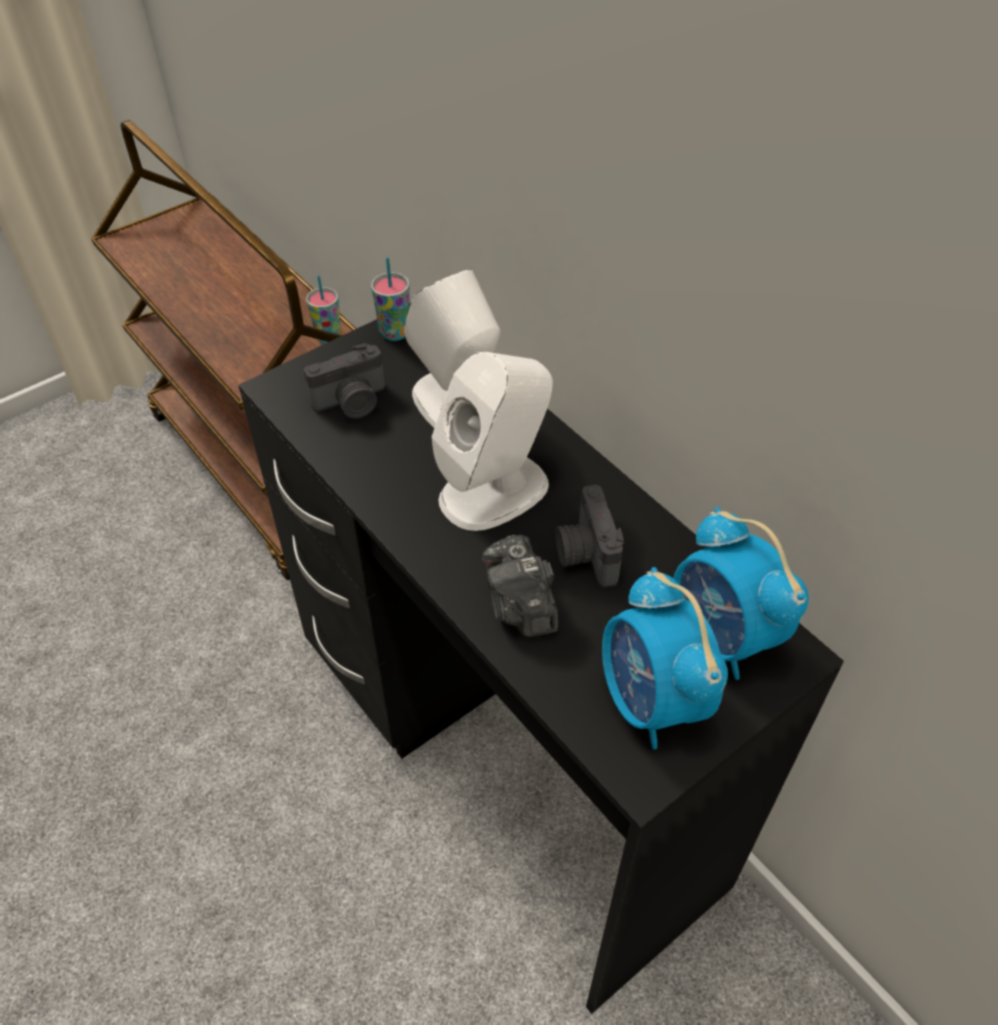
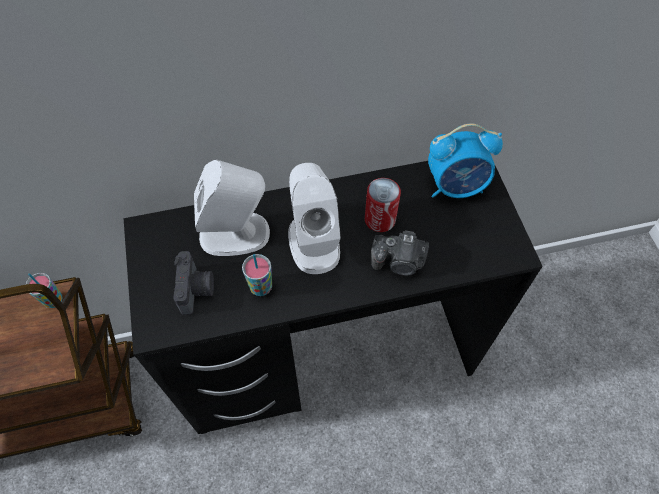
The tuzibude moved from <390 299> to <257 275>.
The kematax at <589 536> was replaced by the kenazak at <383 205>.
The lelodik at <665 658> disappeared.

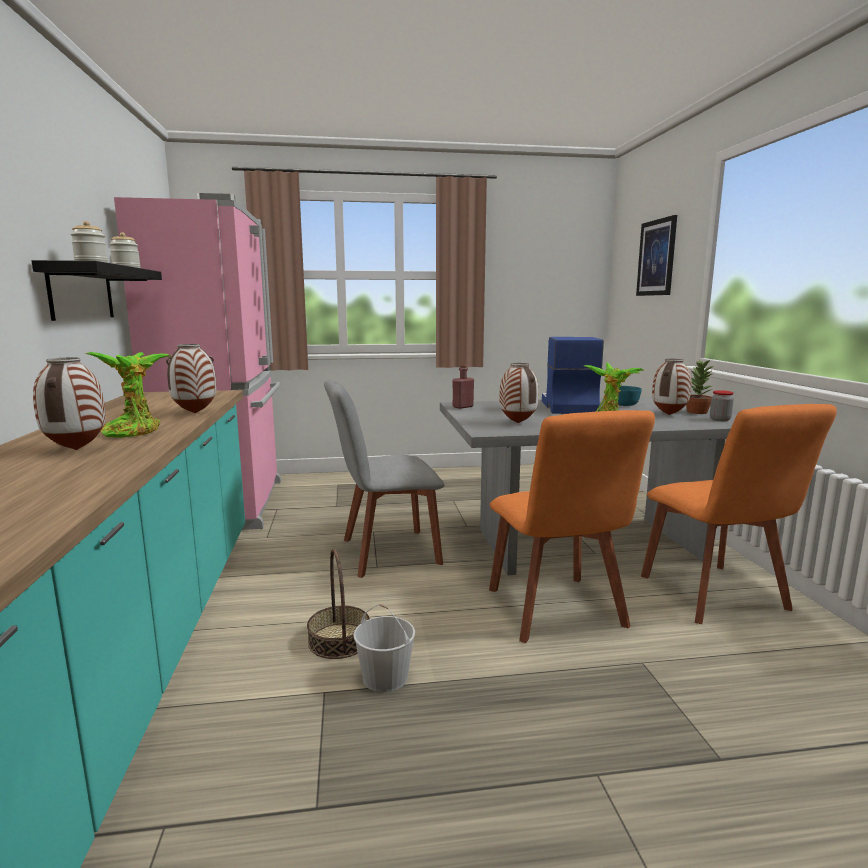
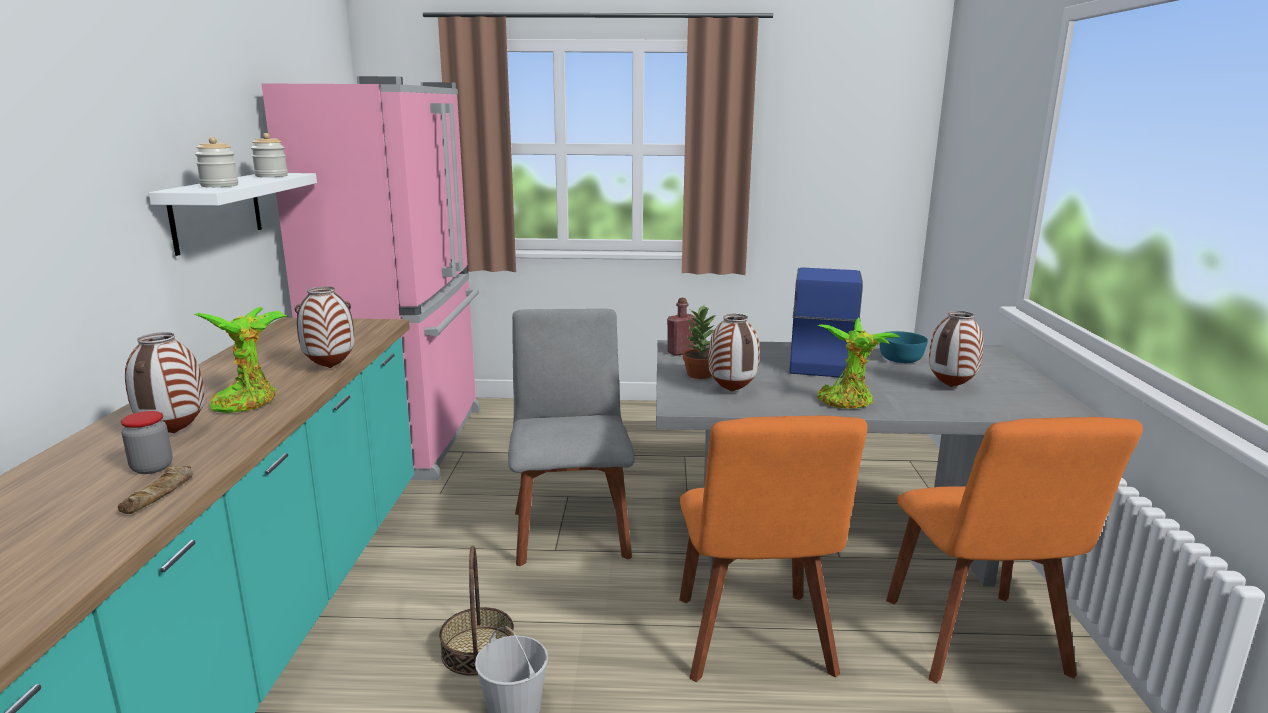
The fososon at <155 490> appeared.
The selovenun moved from <722 405> to <146 442>.
The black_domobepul at <97 290> became the white_domobepul at <233 214>.
The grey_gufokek at <384 479> turned 90 degrees clockwise.
The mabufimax moved from <699 387> to <699 342>.
The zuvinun at <656 255> disappeared.

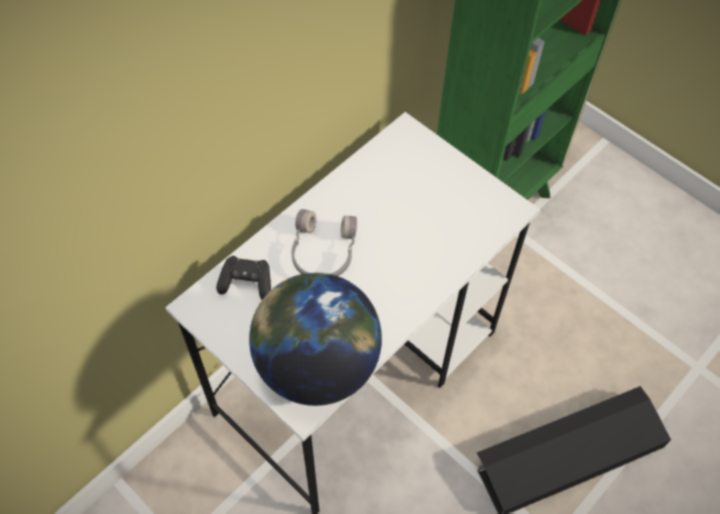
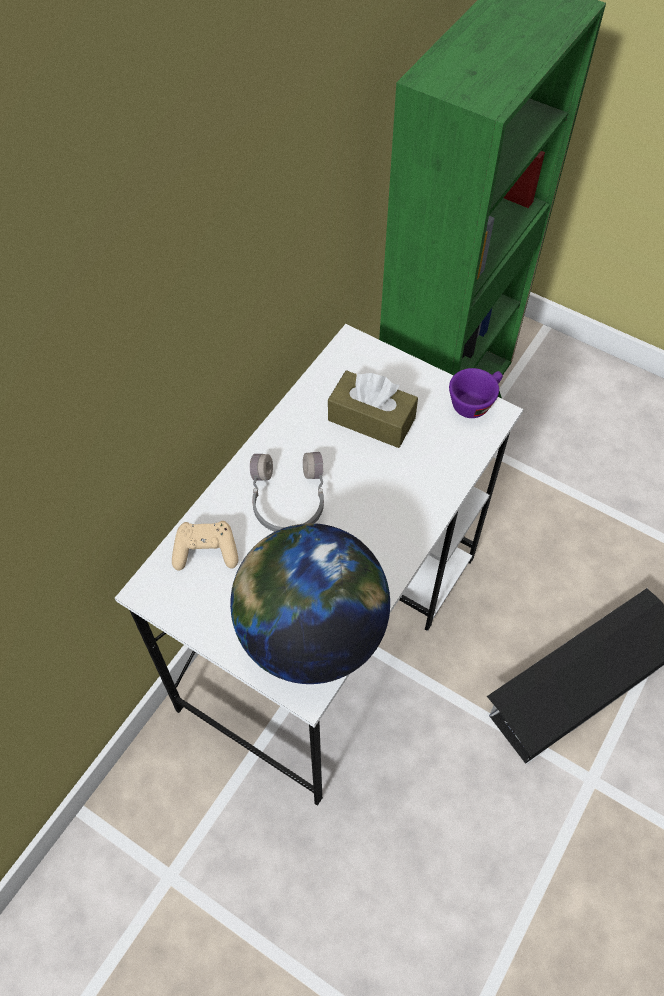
The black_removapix at <243 277> became the beige_removapix at <205 546>.
The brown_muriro at <373 409> appeared.
The purple_tuzibude at <476 393> appeared.

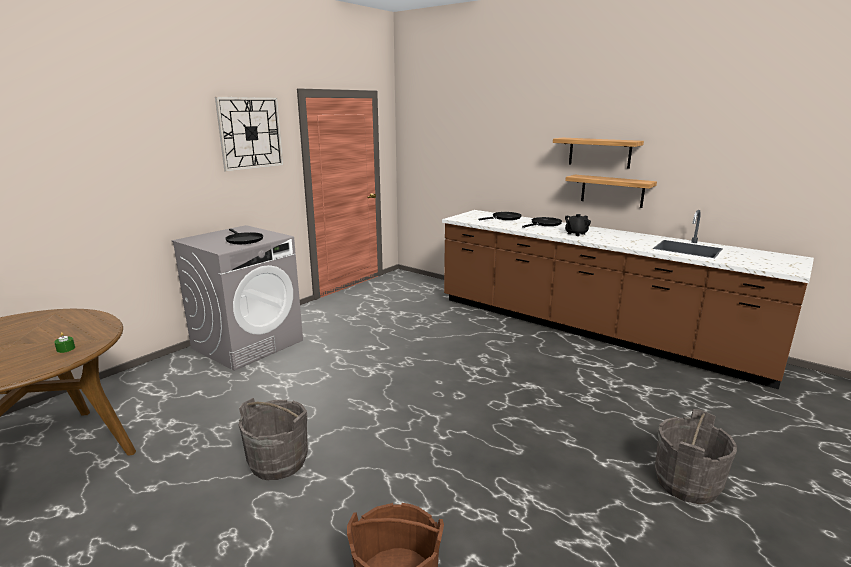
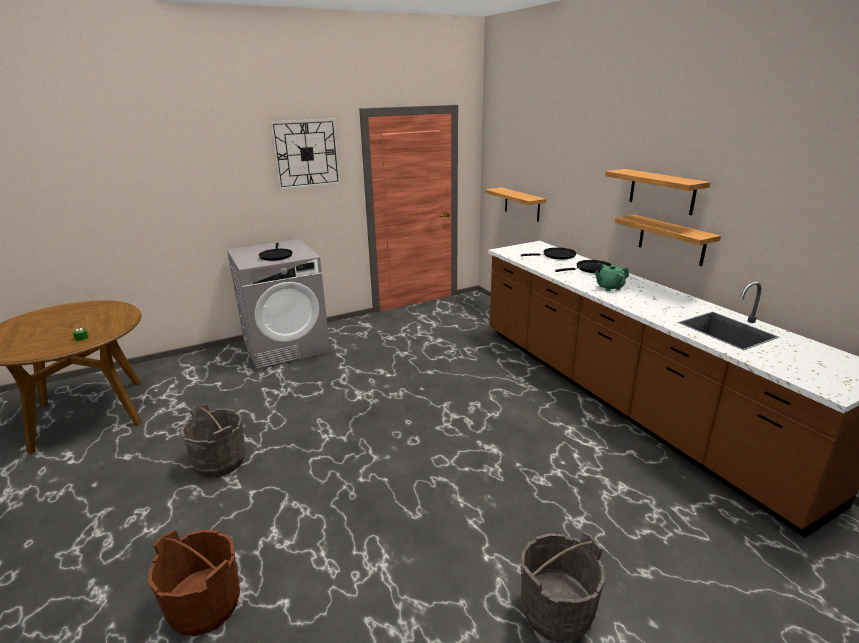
The domobepul at <515 204> appeared.
The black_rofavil at <578 225> became the green_rofavil at <612 278>.

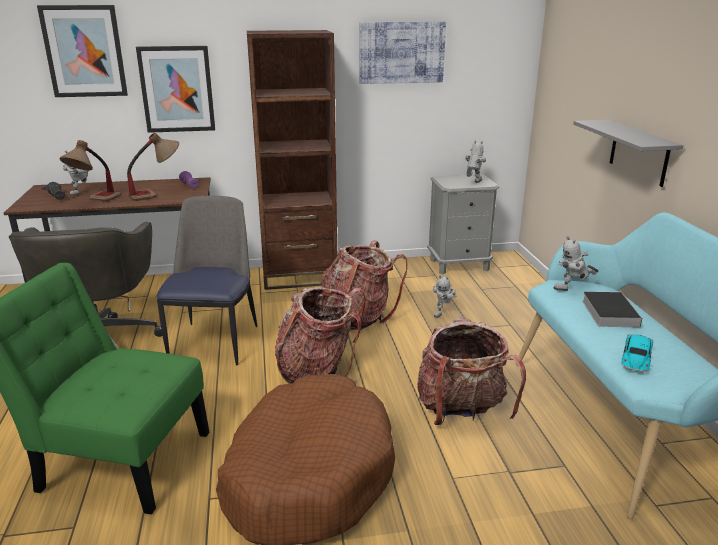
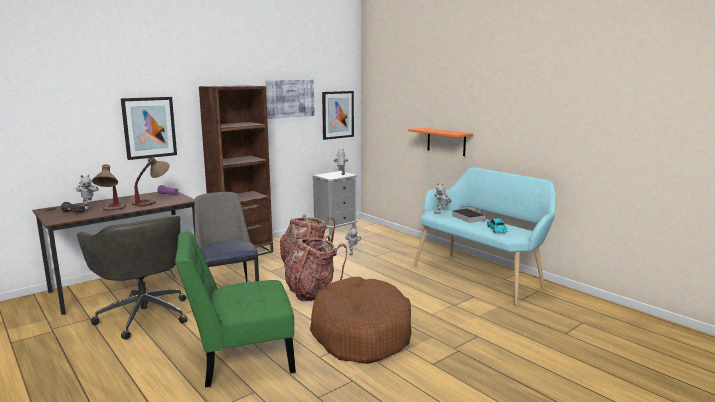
The zuvinun moved from <82 51> to <338 115>.
The grey_domobepul at <628 153> became the orange_domobepul at <440 142>.
The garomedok at <471 371> disappeared.

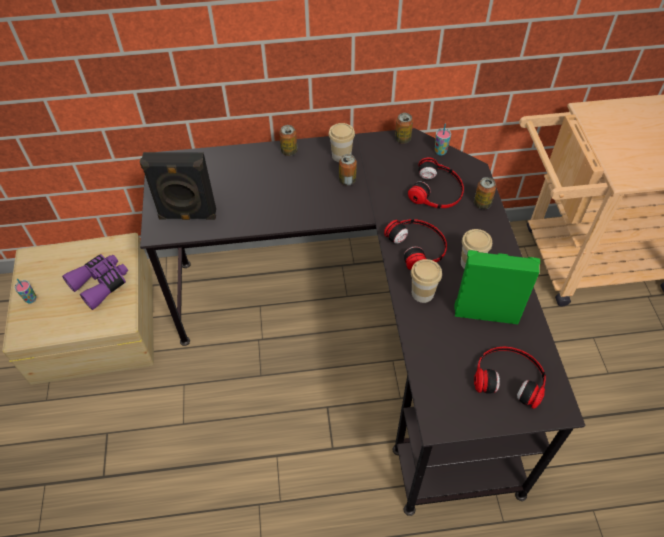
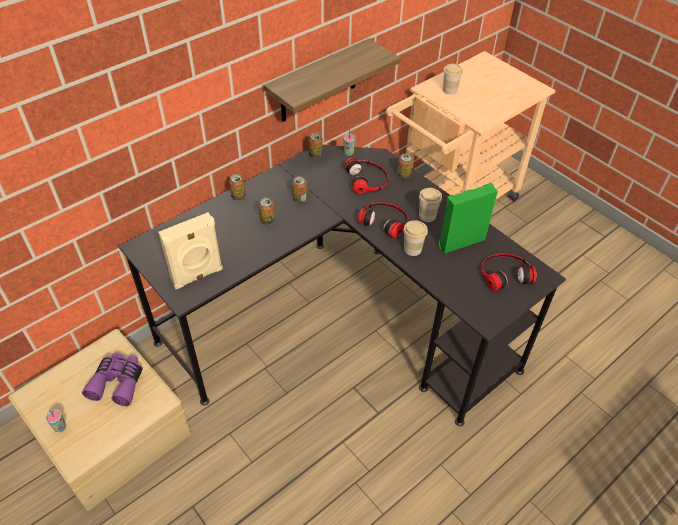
The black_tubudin at <178 186> became the beige_tubudin at <190 250>.
The kenazak at <267 211> appeared.
The domobepul at <332 80> appeared.
The tuzibude moved from <342 142> to <453 79>.

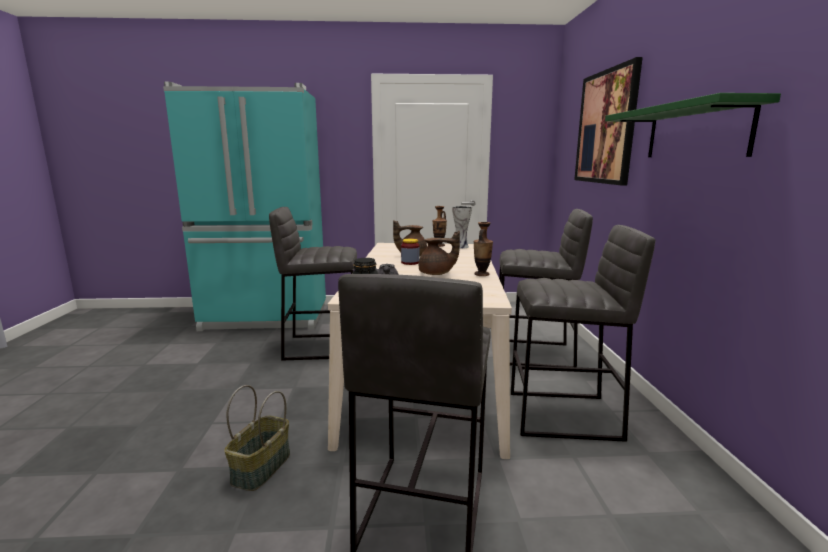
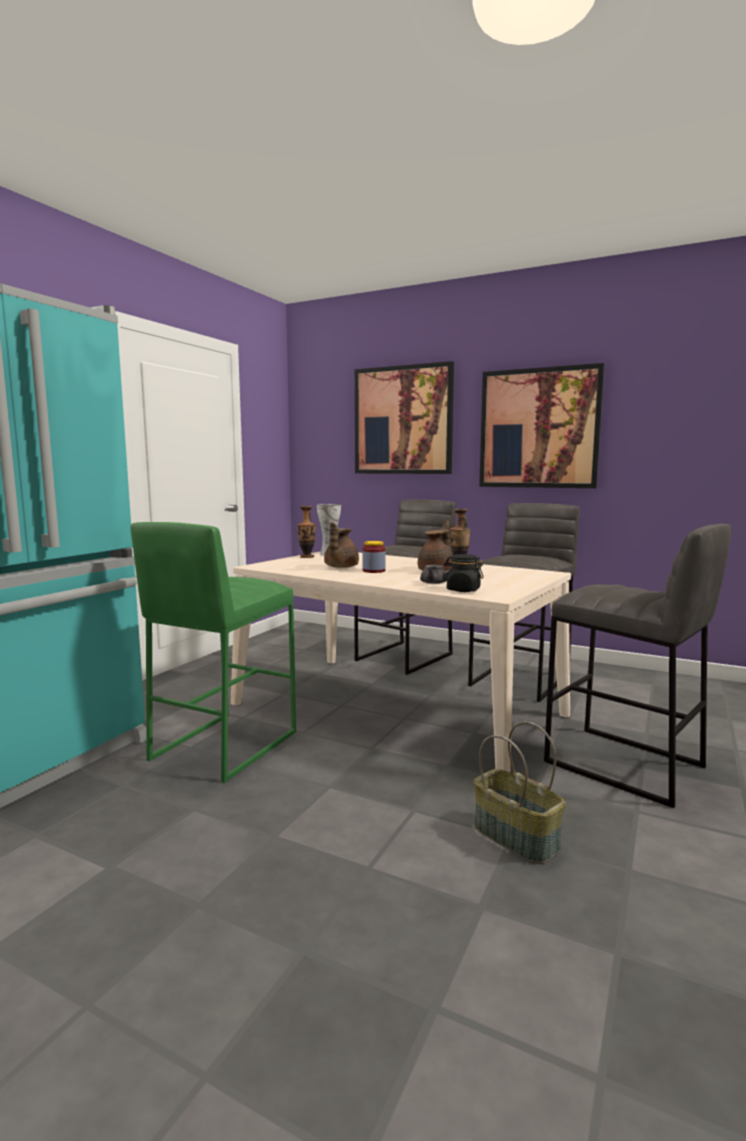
The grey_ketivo at <313 283> became the green_ketivo at <213 652>.
The green_domobepul at <693 125> was replaced by the zuvinun at <542 425>.

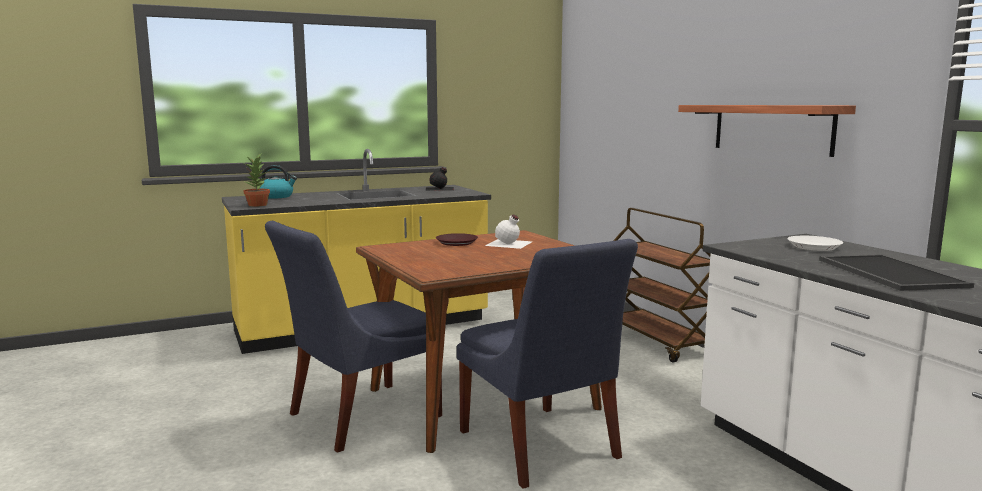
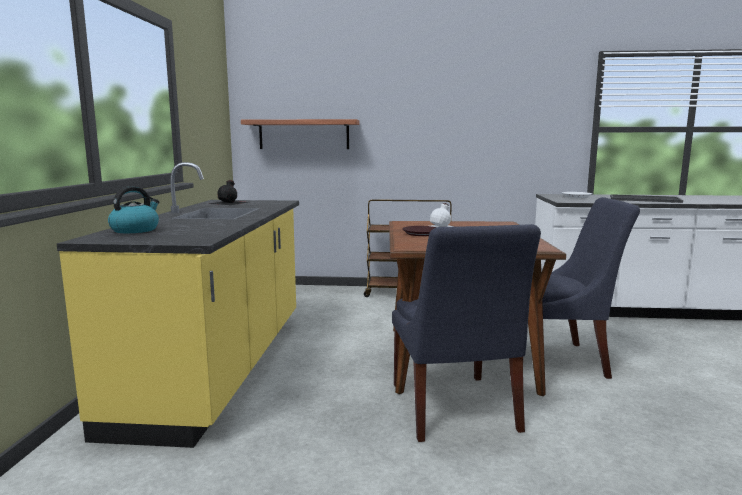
The domobepul moved from <767 131> to <300 134>.
The mabufimax at <256 180> disappeared.

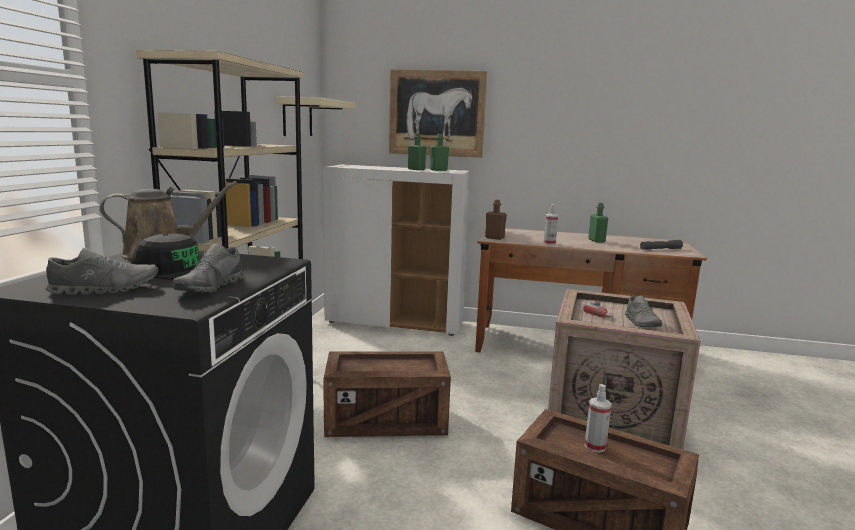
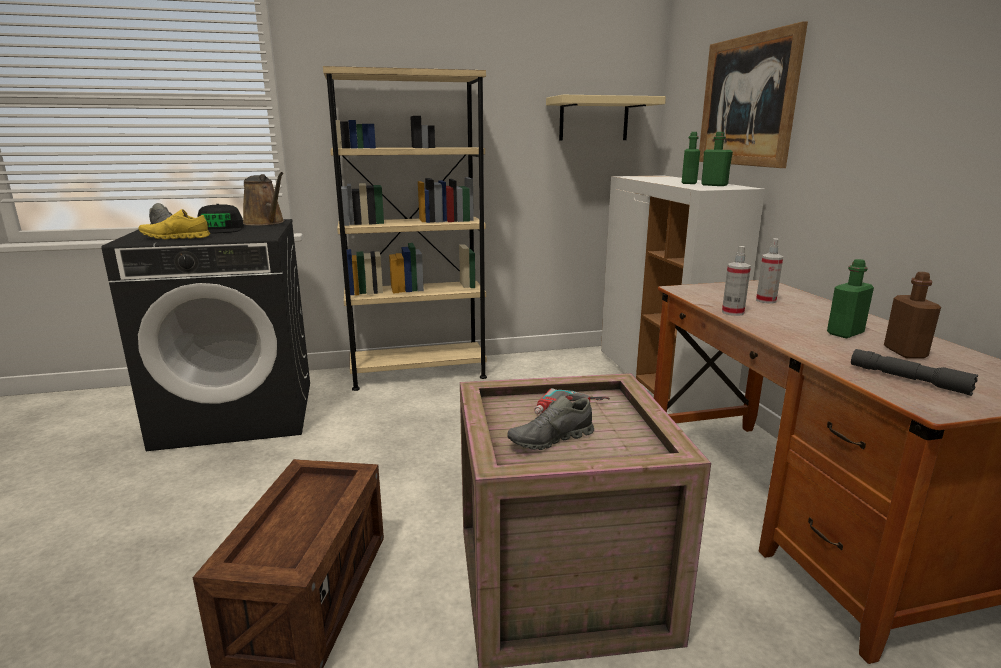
The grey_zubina at <209 268> became the yellow_zubina at <174 224>.
The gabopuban moved from <598 418> to <769 271>.
The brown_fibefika moved from <496 220> to <912 315>.
The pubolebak at <387 394> disappeared.

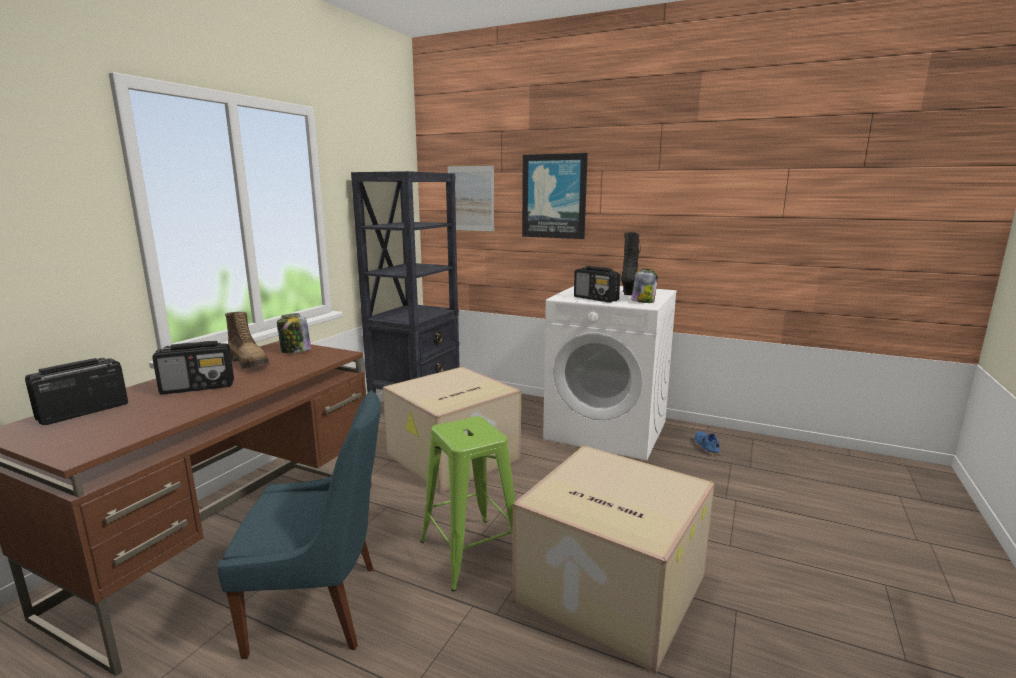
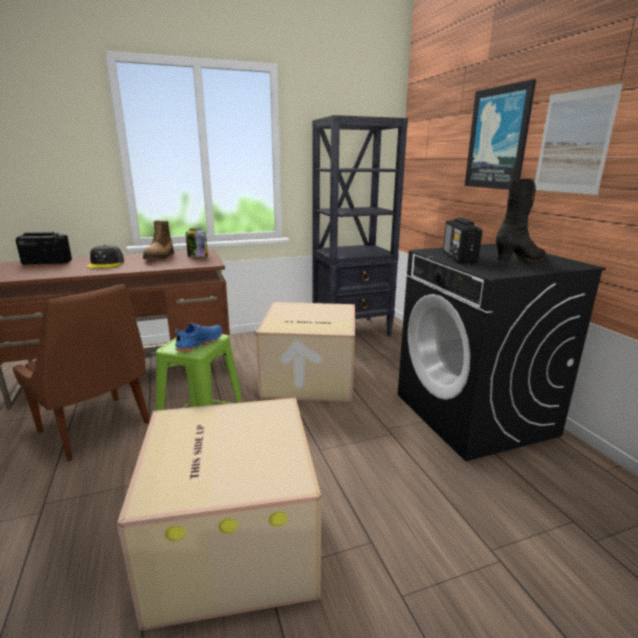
The blue_gufokek at <299 524> became the brown_gufokek at <81 372>.
The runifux at <193 368> was replaced by the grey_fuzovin at <105 256>.
The blue_zubina moved from <707 443> to <198 337>.
The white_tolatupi at <610 373> became the black_tolatupi at <502 352>.
The zuvinun moved from <471 198> to <578 138>.
The selovenun at <644 286> disappeared.

